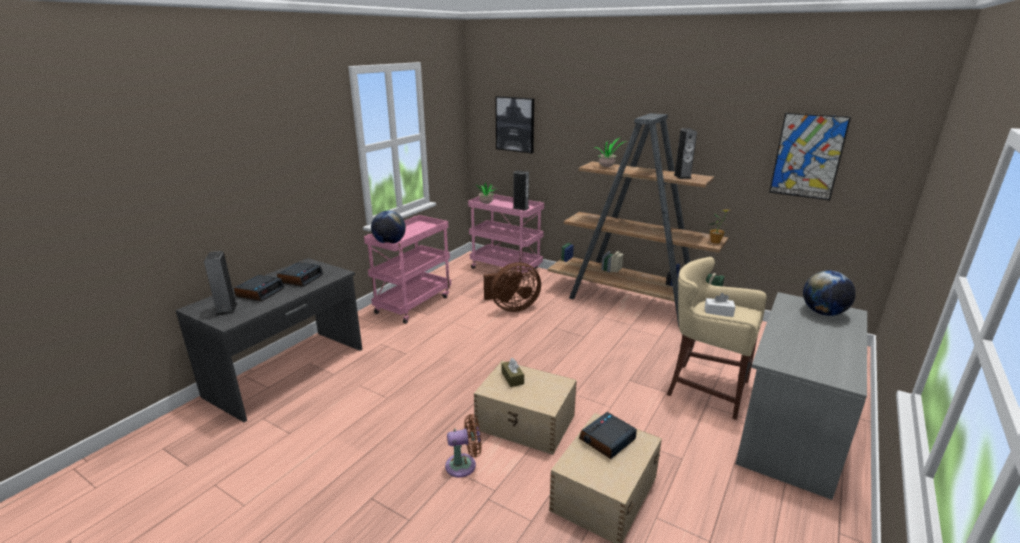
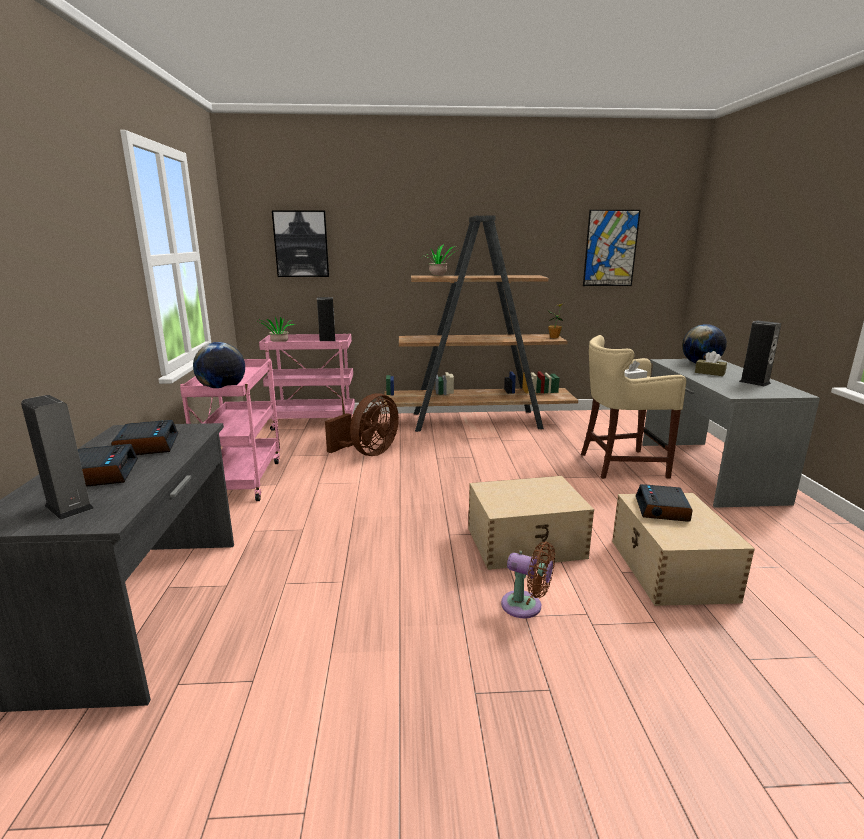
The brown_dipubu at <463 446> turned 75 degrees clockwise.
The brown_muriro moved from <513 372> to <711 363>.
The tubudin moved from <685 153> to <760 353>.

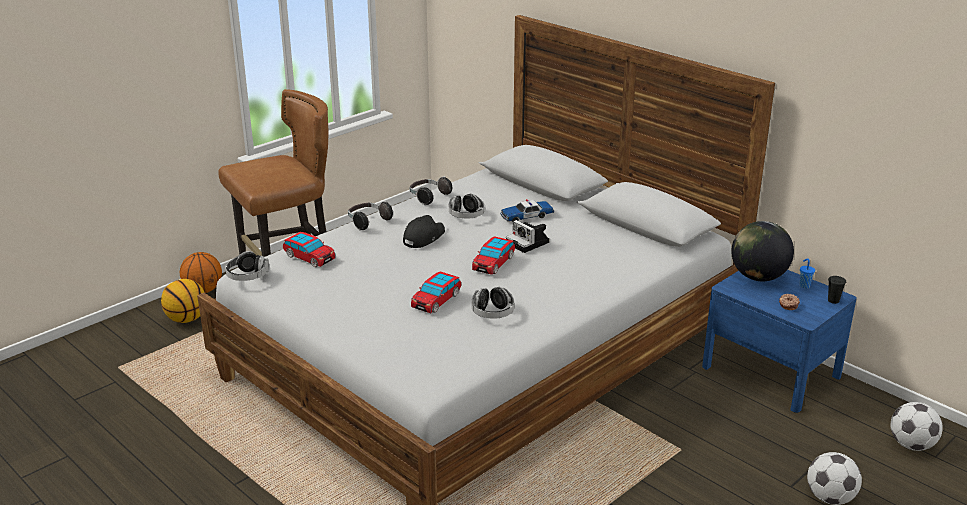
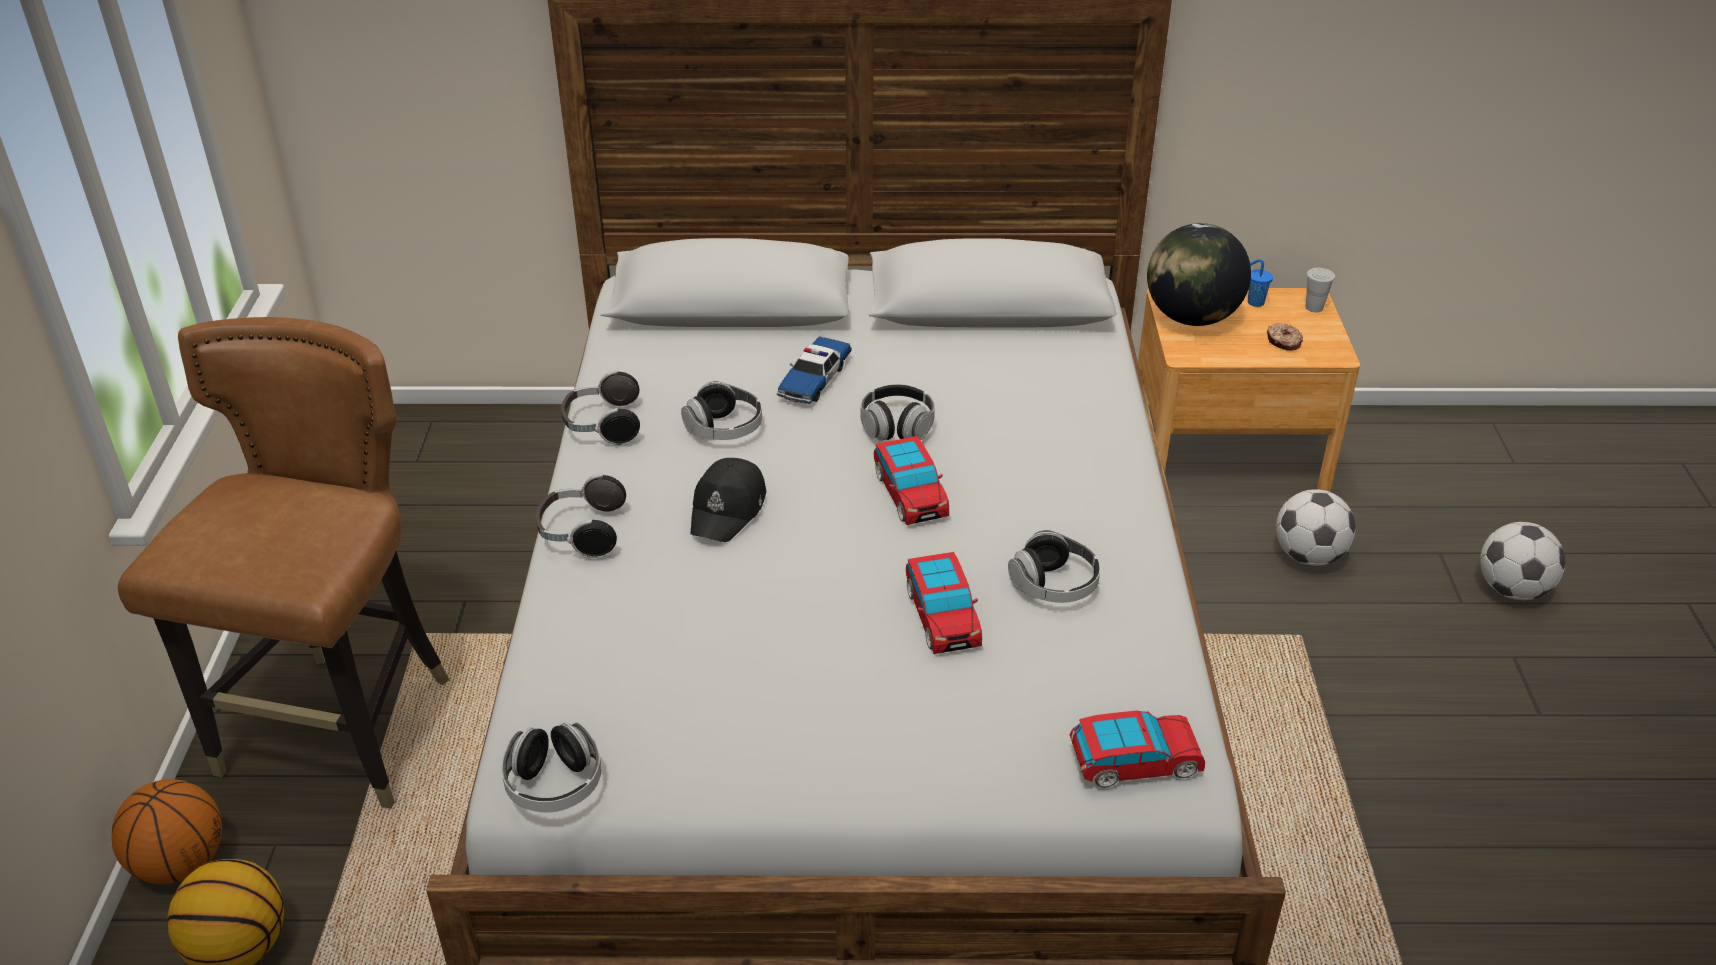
The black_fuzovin at <424 231> turned 150 degrees counterclockwise.
The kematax at <527 236> was replaced by the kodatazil at <898 412>.
The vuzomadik moved from <309 249> to <1137 749>.
The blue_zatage at <779 341> became the brown_zatage at <1249 390>.
The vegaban moved from <917 426> to <1316 527>.
The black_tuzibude at <837 290> became the white_tuzibude at <1320 290>.

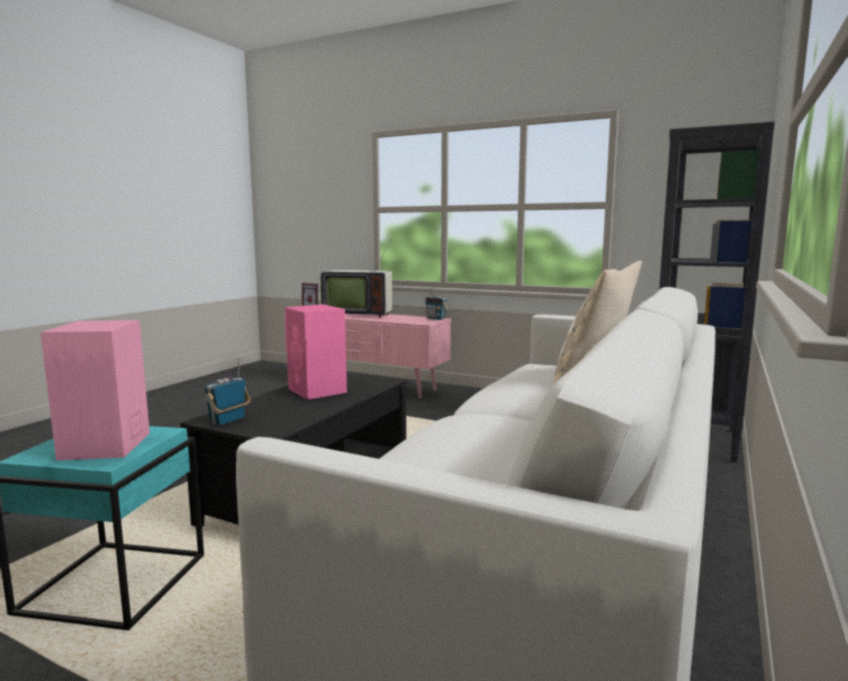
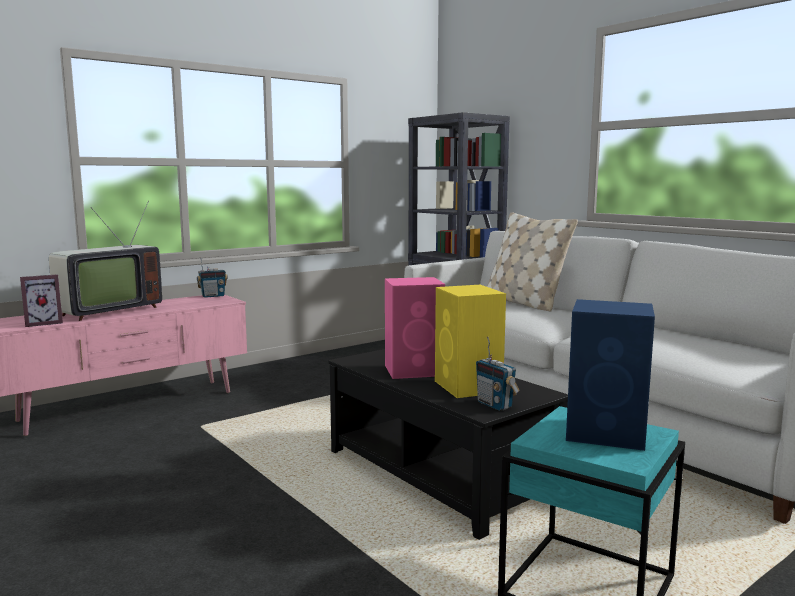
The yellow_tubudin at <470 341> appeared.
The pink_tubudin at <95 390> became the blue_tubudin at <610 375>.

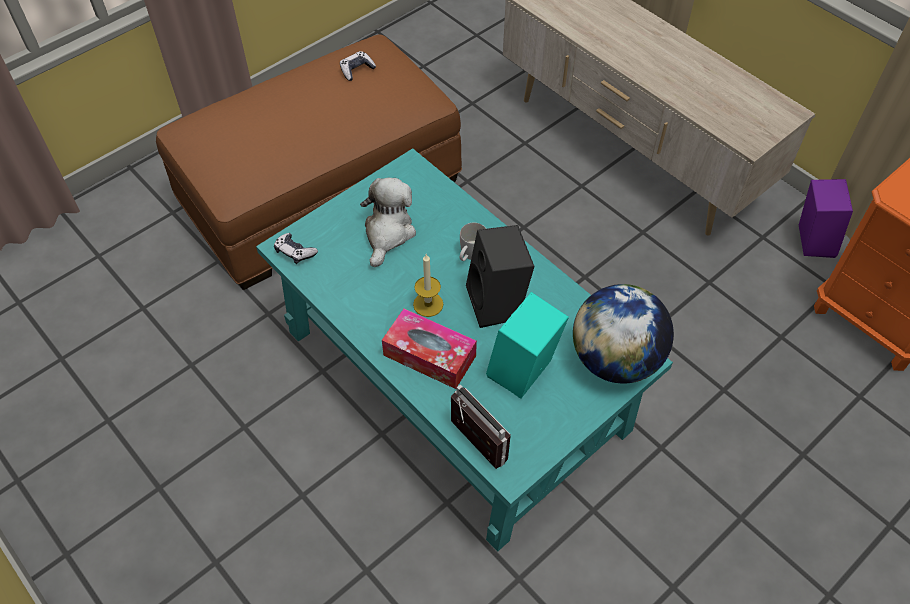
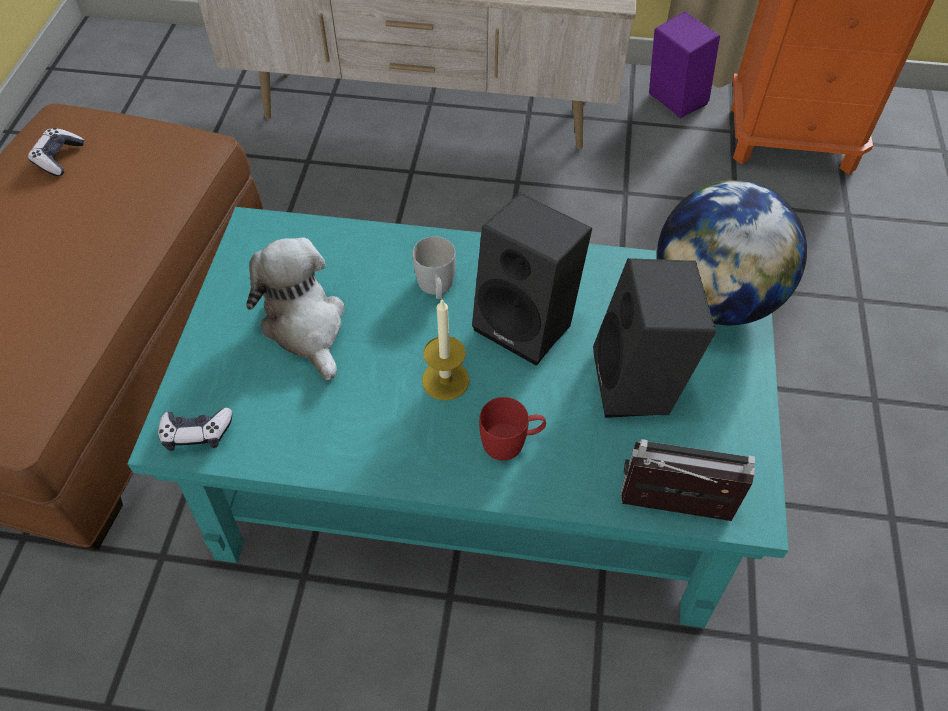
The muriro at <429 349> was replaced by the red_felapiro at <512 429>.
The turquoise_tubudin at <527 345> became the black_tubudin at <654 338>.

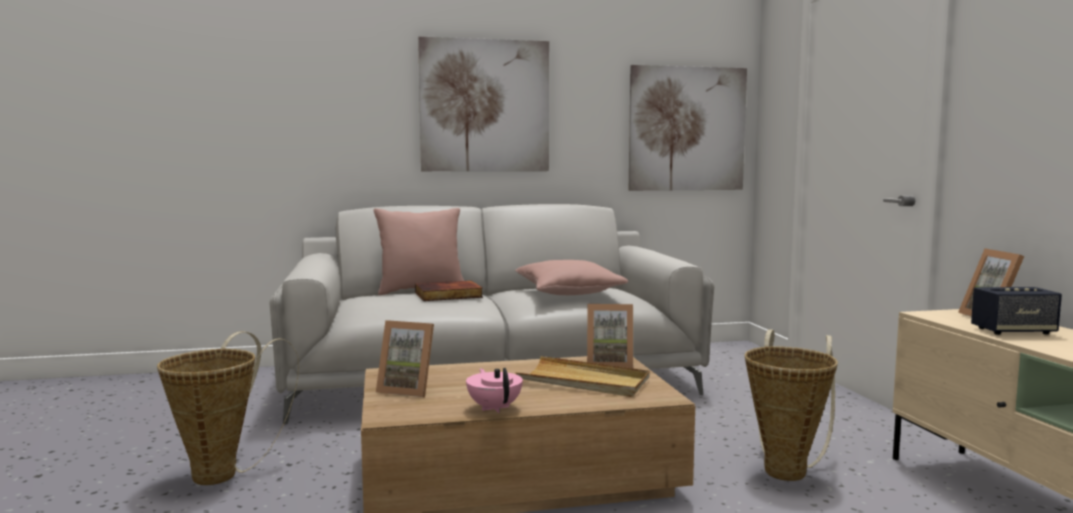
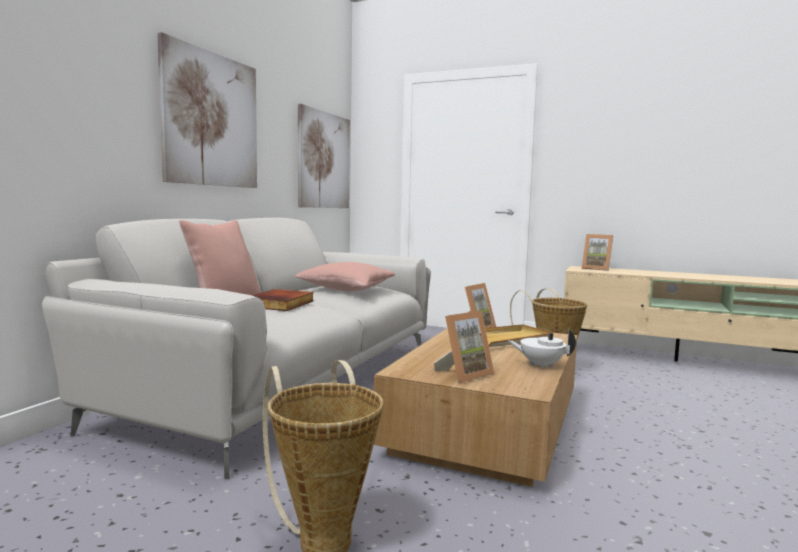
The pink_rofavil at <494 390> became the white_rofavil at <542 349>.
The tubudin at <1016 311> disappeared.

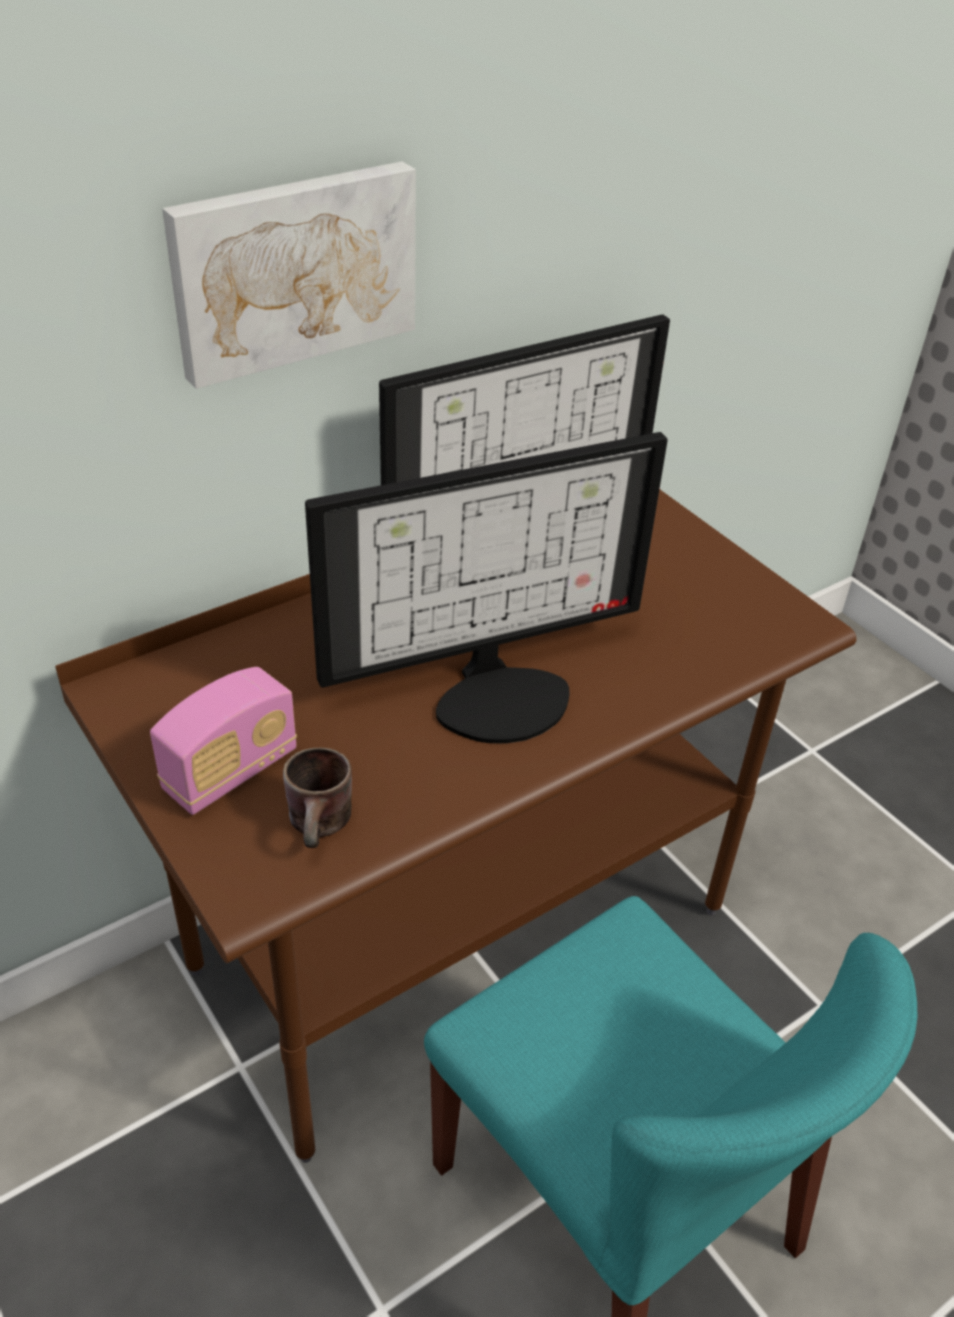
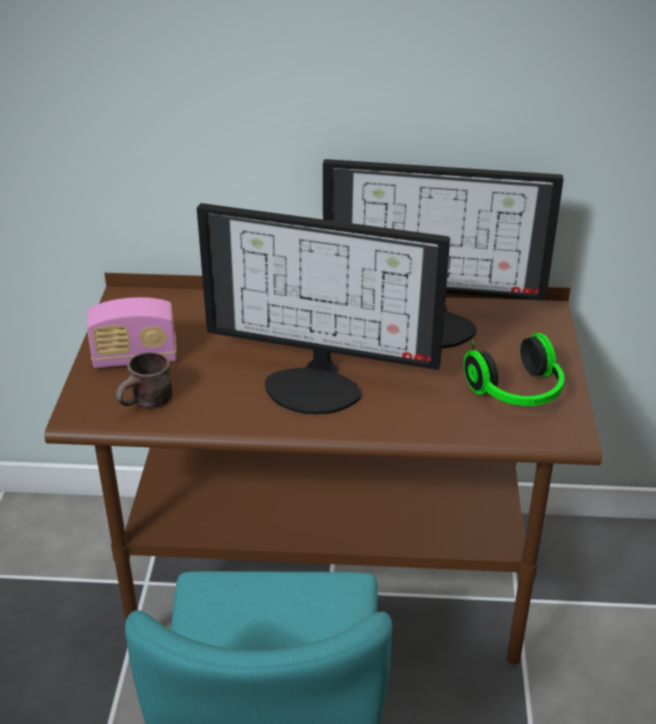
The kodatazil at <513 369> appeared.
The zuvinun at <289 275> disappeared.

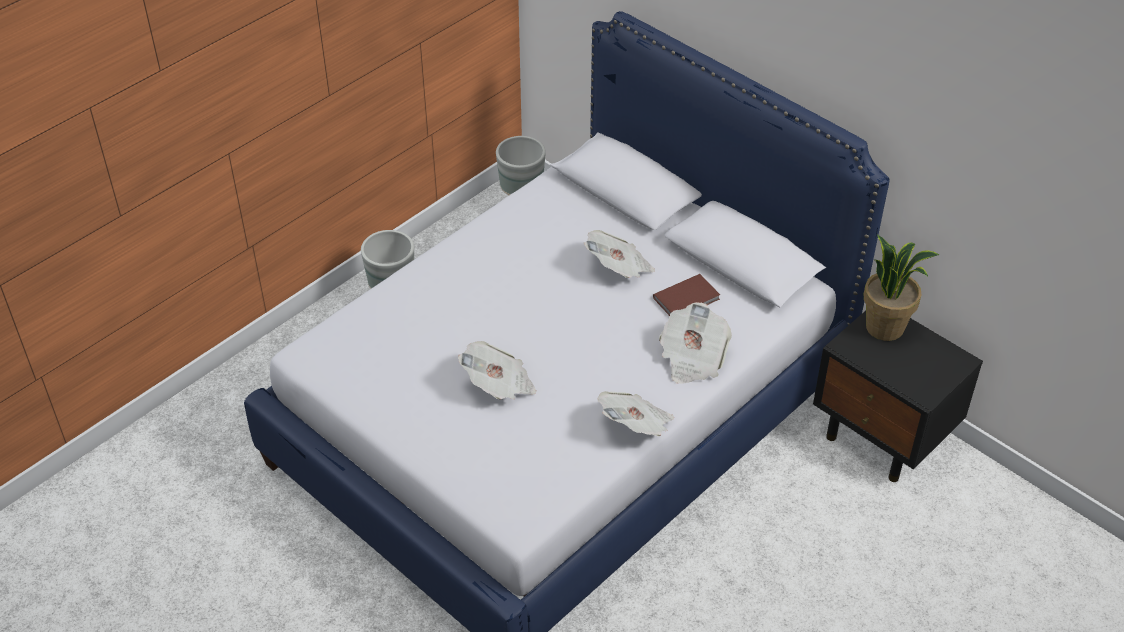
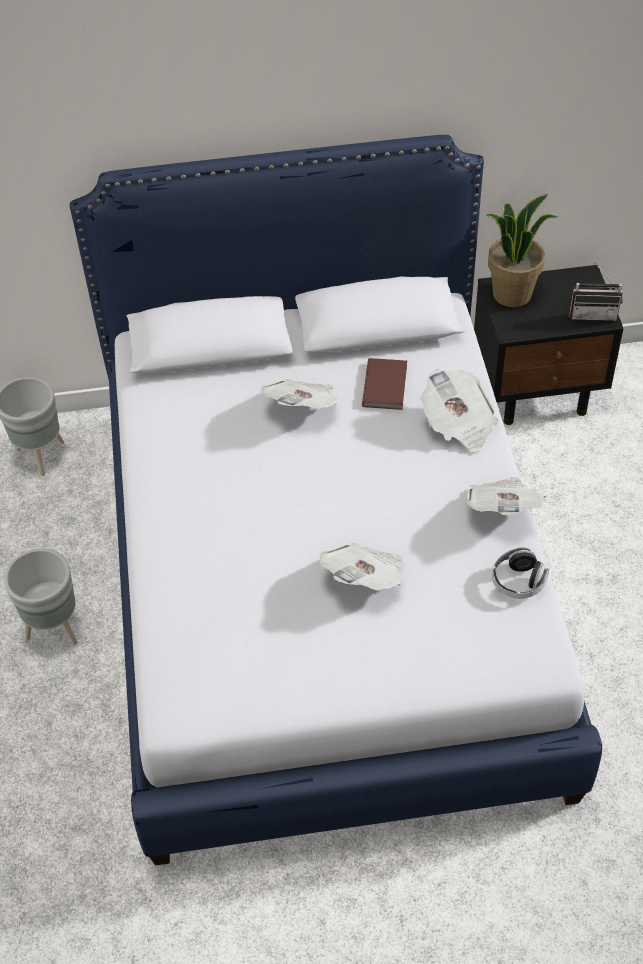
The kodatazil at <520 573> appeared.
The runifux at <596 291> appeared.

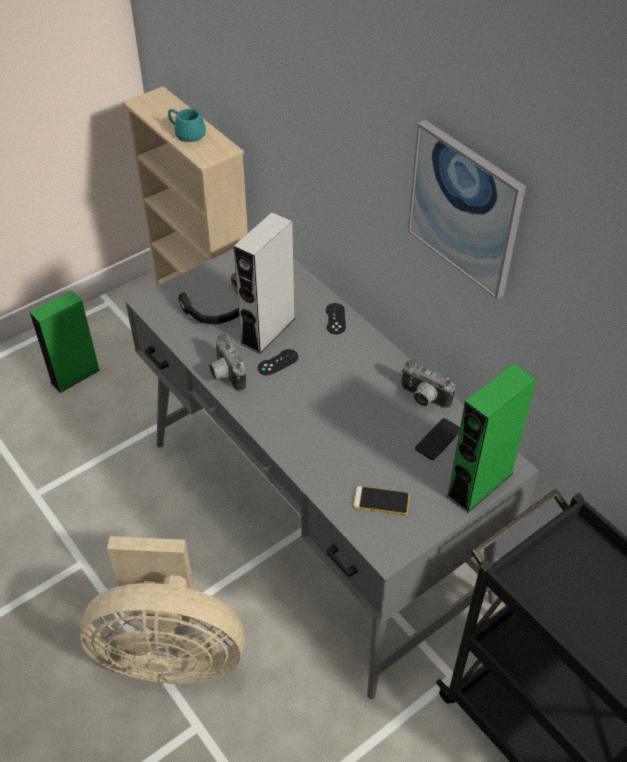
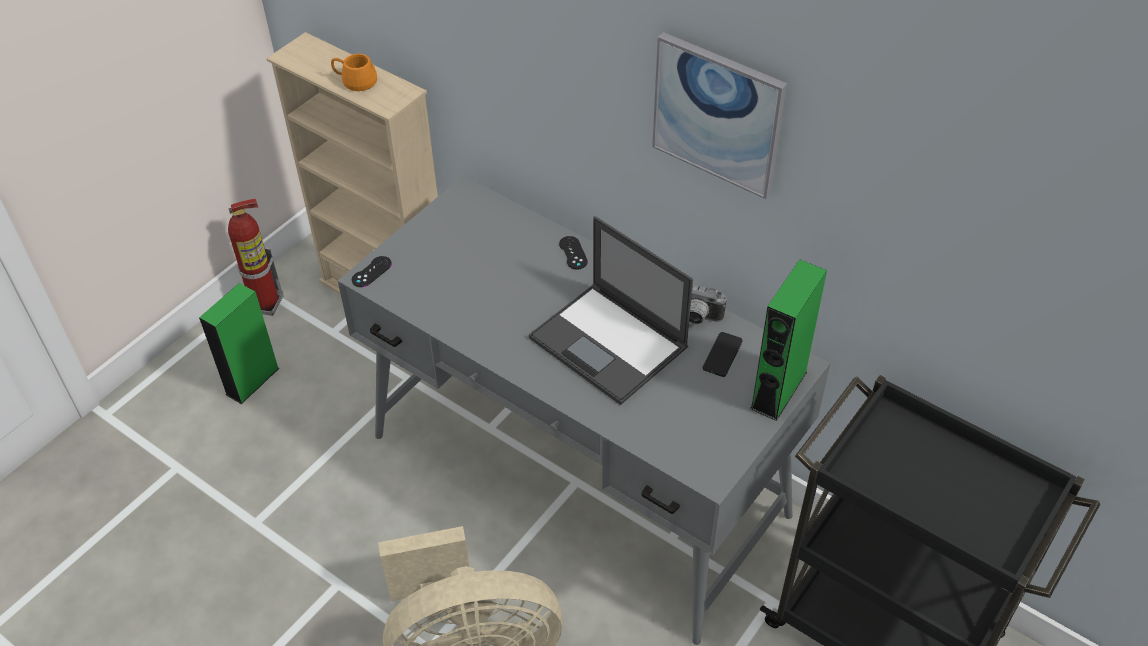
The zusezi at <256 257> appeared.
The turquoise_felapiro at <187 125> became the orange_felapiro at <354 72>.
The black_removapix moved from <278 362> to <372 271>.
The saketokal at <611 310> appeared.
The black_kodatazil at <209 299> disappeared.
The kematax at <227 362> disappeared.
The grey_tubudin at <264 283> disappeared.
The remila at <381 500> disappeared.

